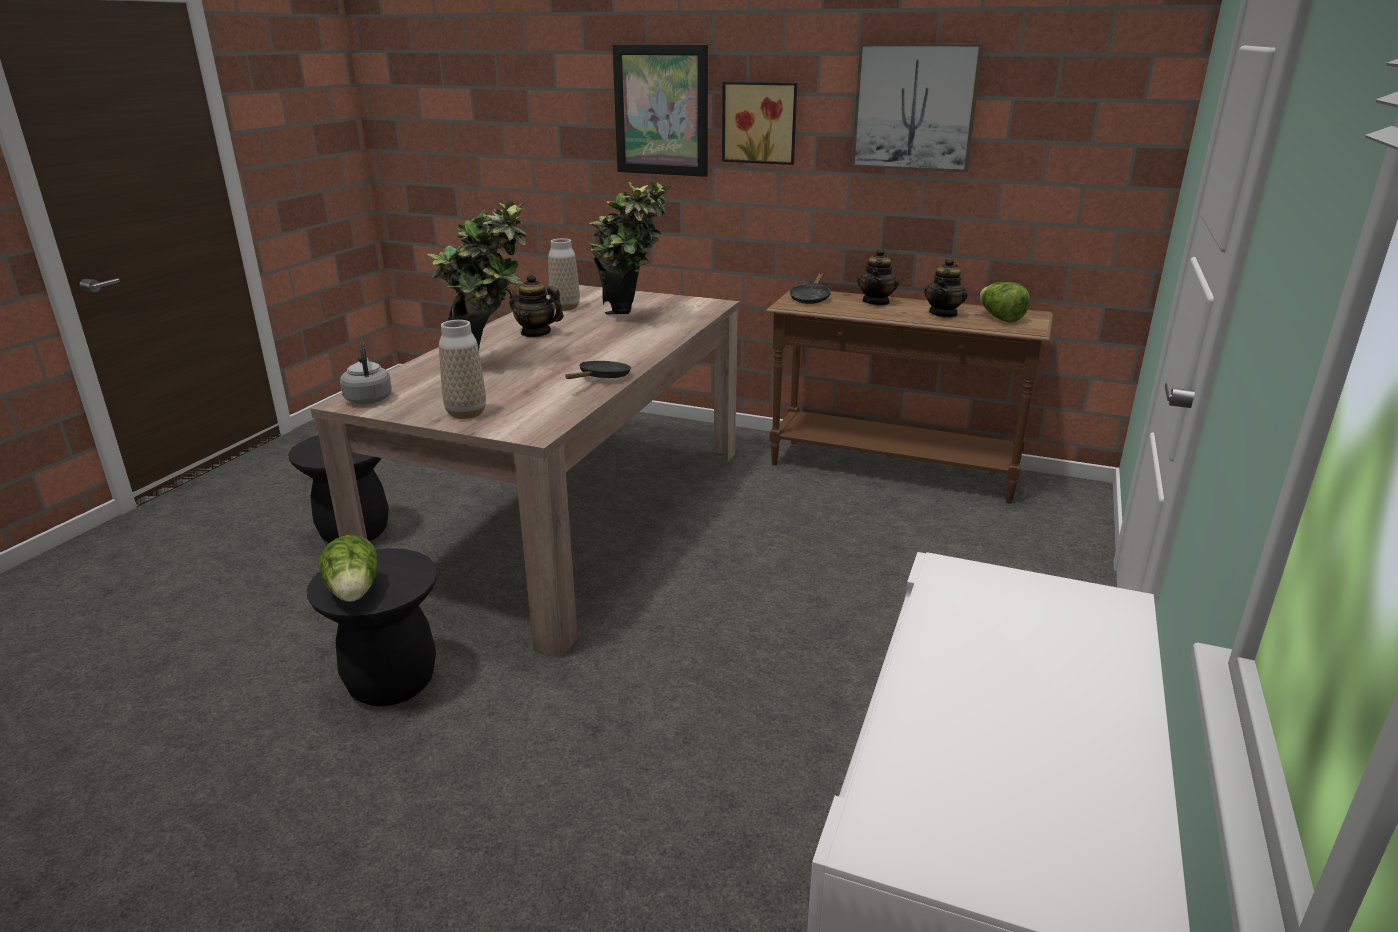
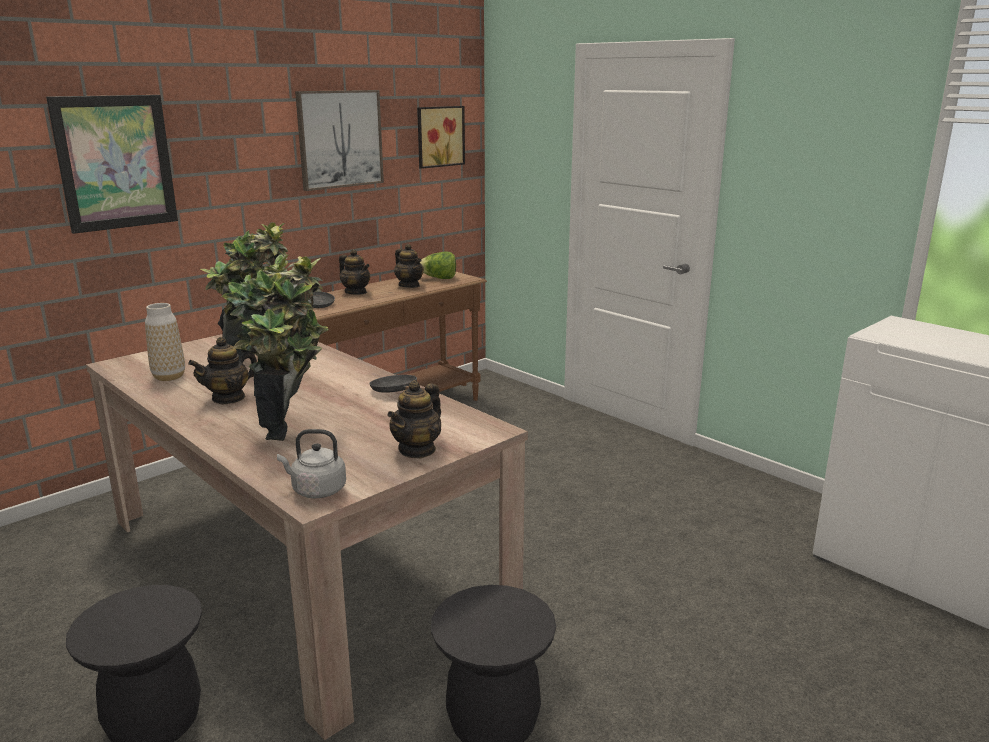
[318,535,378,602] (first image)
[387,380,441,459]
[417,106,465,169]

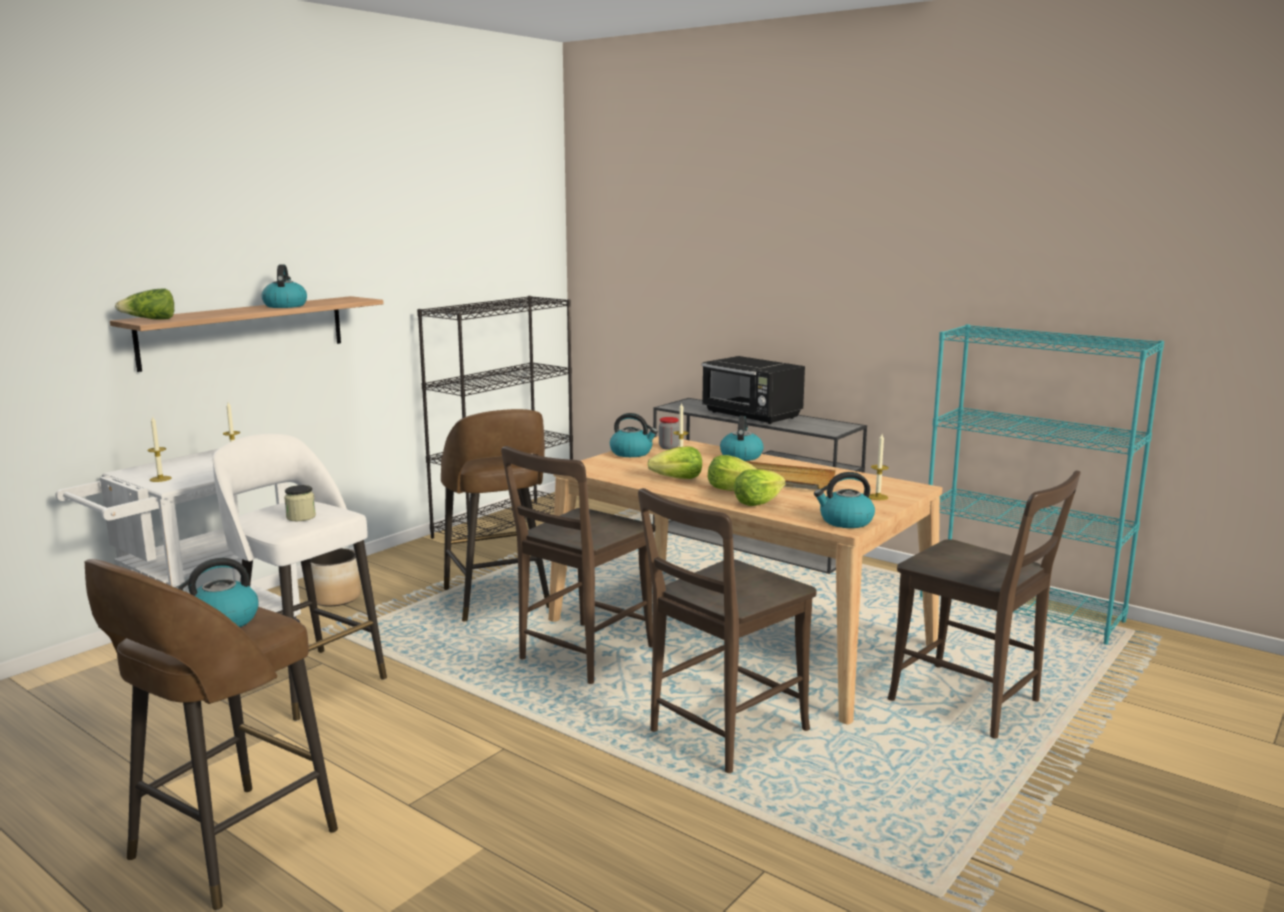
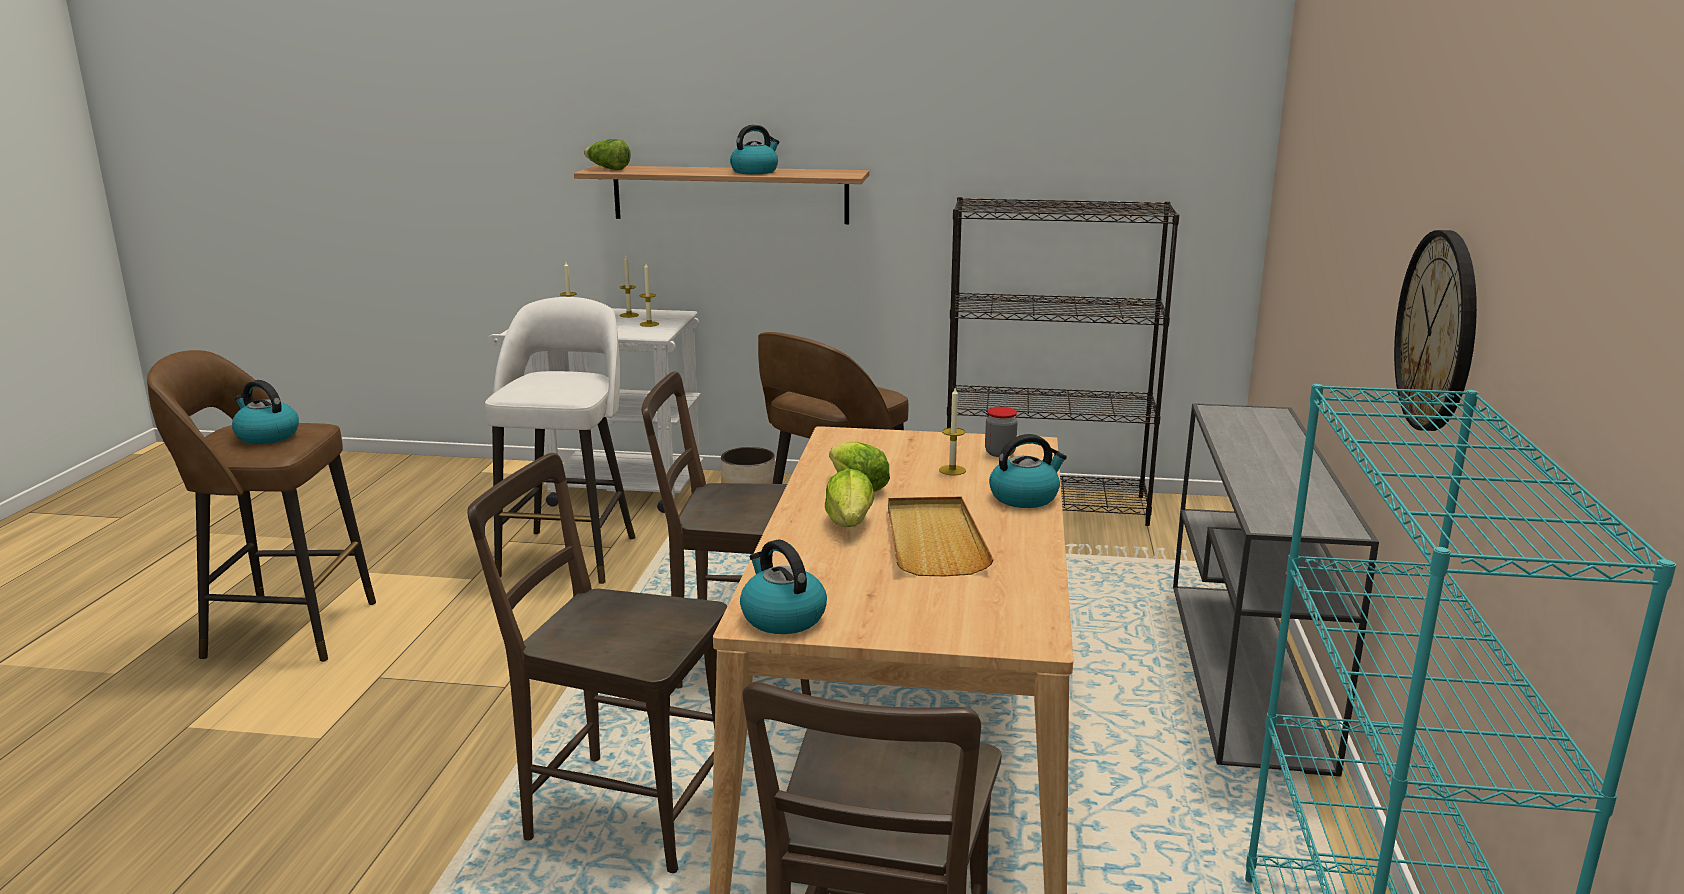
[284,485,316,521] (first image)
[610,413,658,457] (first image)
[702,356,805,424] (first image)
[734,469,786,506] (first image)
[620,256,639,318]
[1394,230,1477,431]

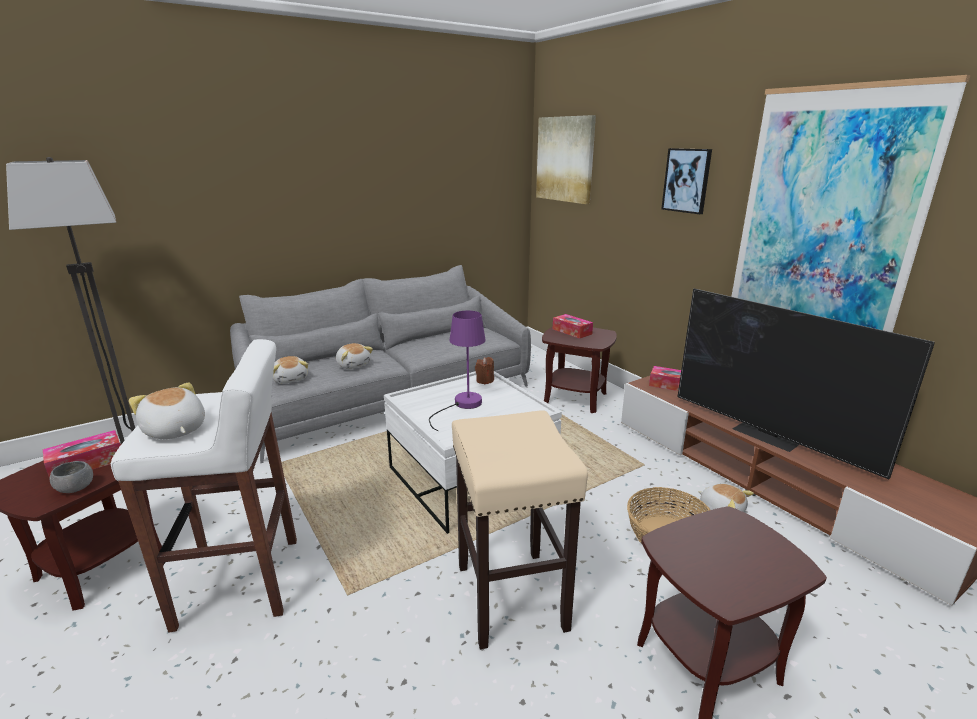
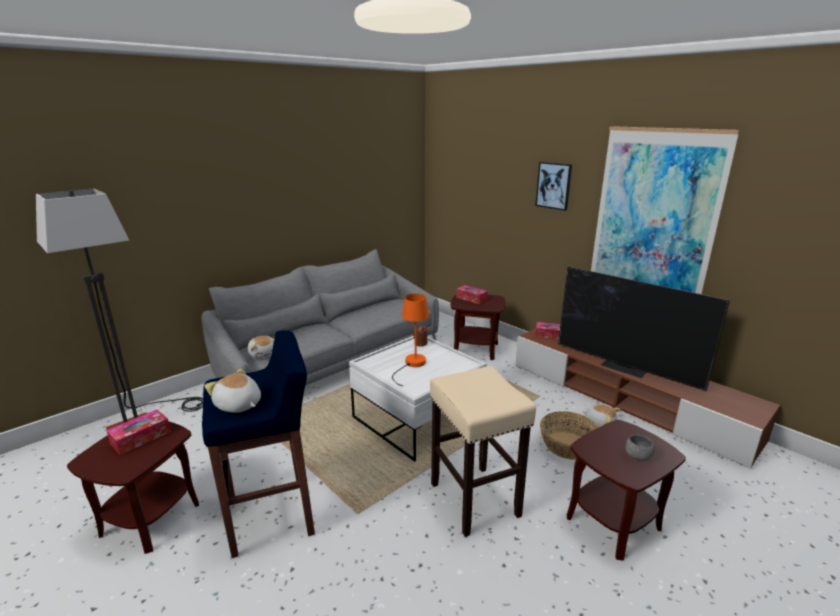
[626,435,655,461]
[202,330,315,558]
[336,343,373,369] (first image)
[392,294,429,386]
[536,115,596,204] (first image)

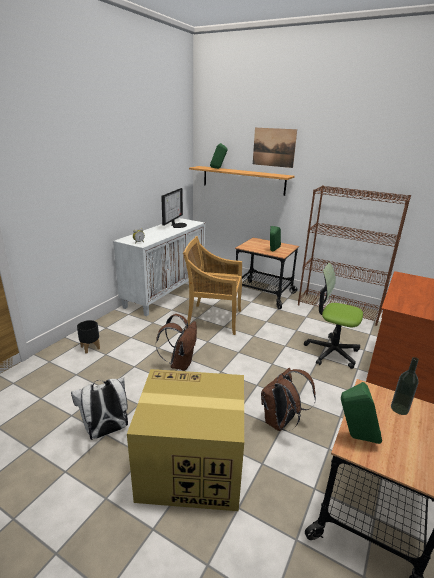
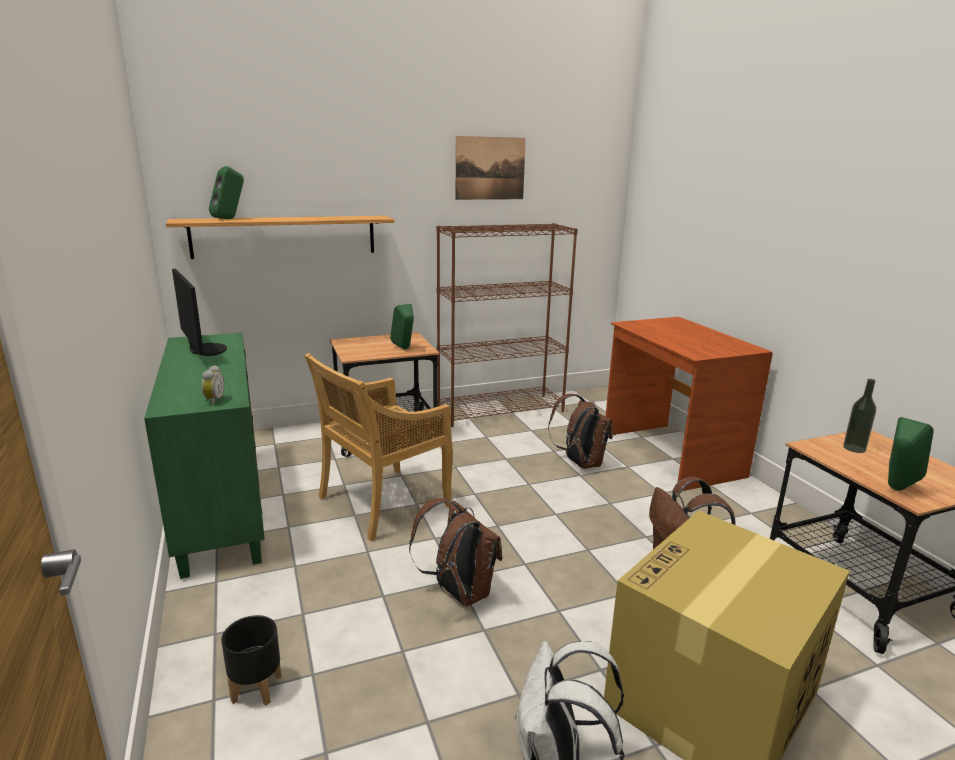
[144,333,265,579]
[455,136,526,200]
[548,394,613,469]

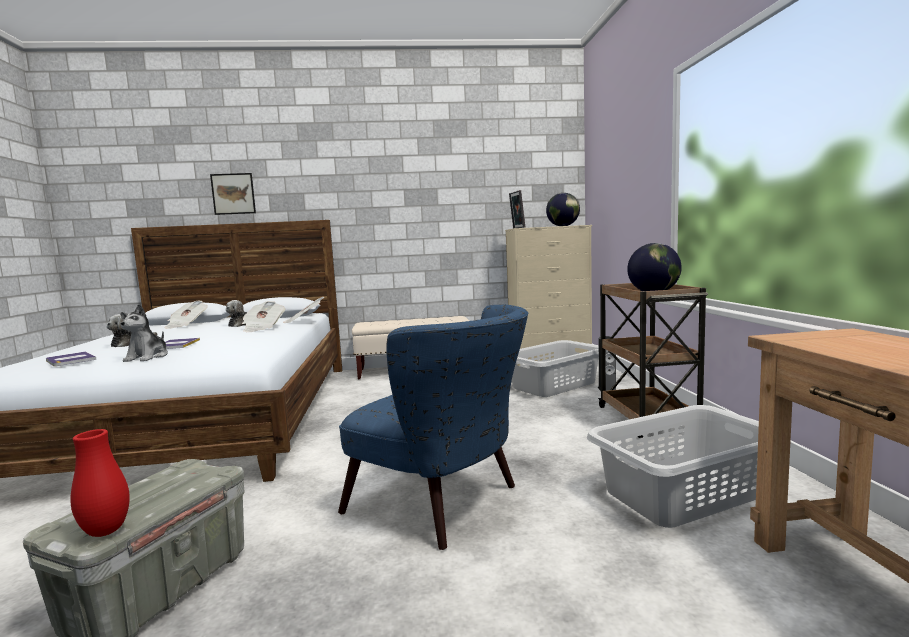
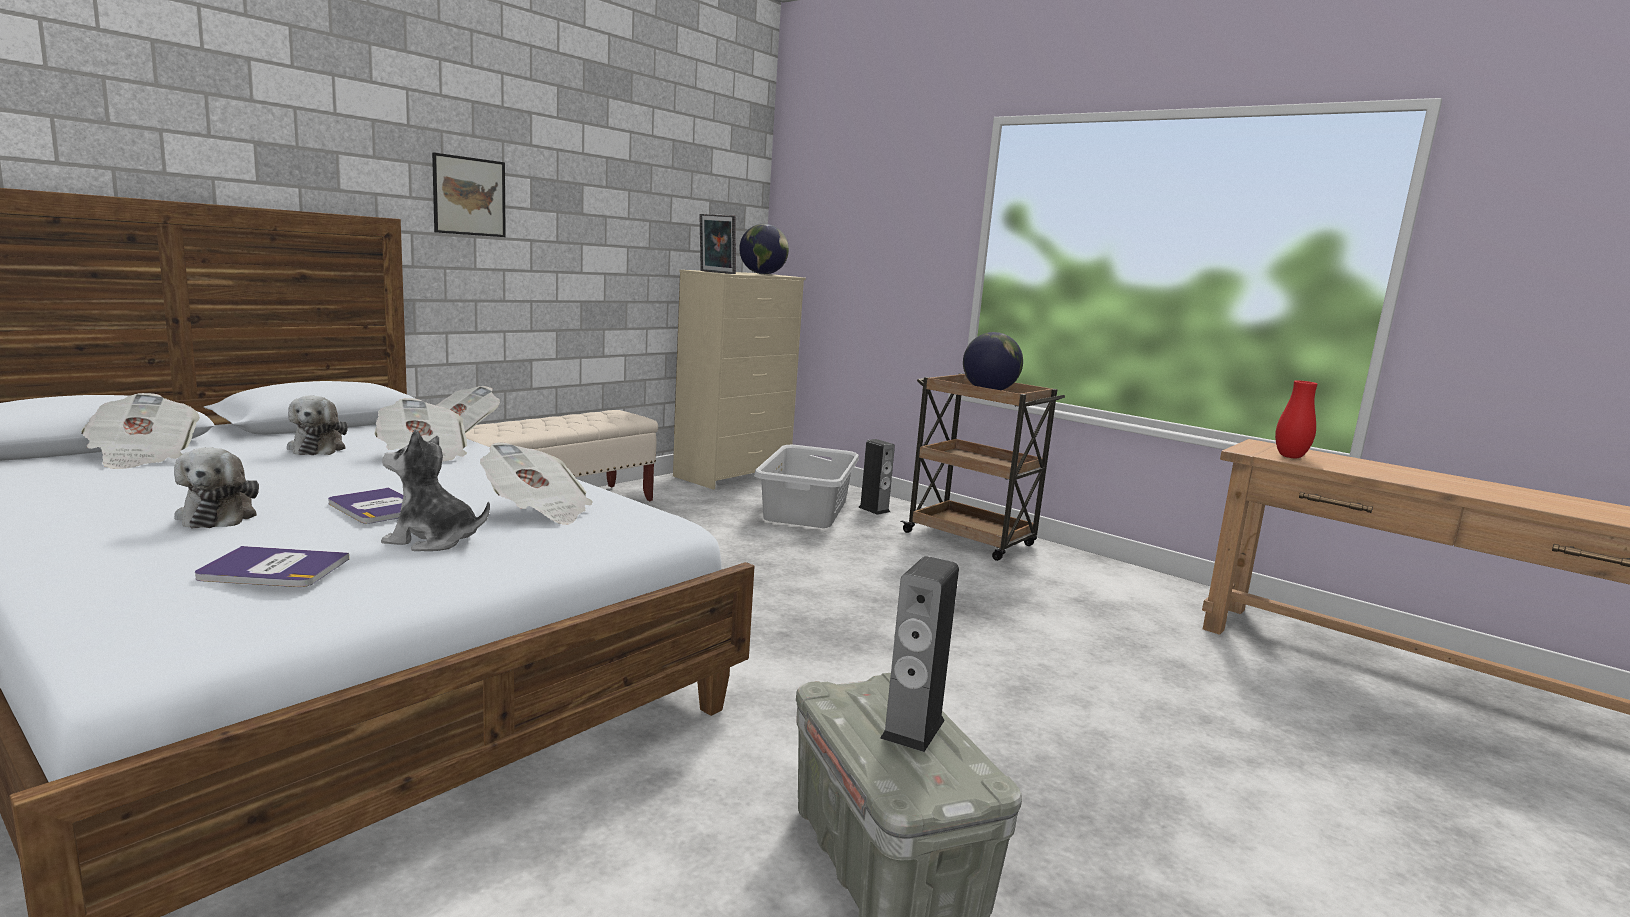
[1275,380,1318,458]
[381,429,490,551]
[432,152,506,237]
[338,305,529,550] (first image)
[587,405,759,528] (first image)
[480,442,593,525]
[880,556,959,752]

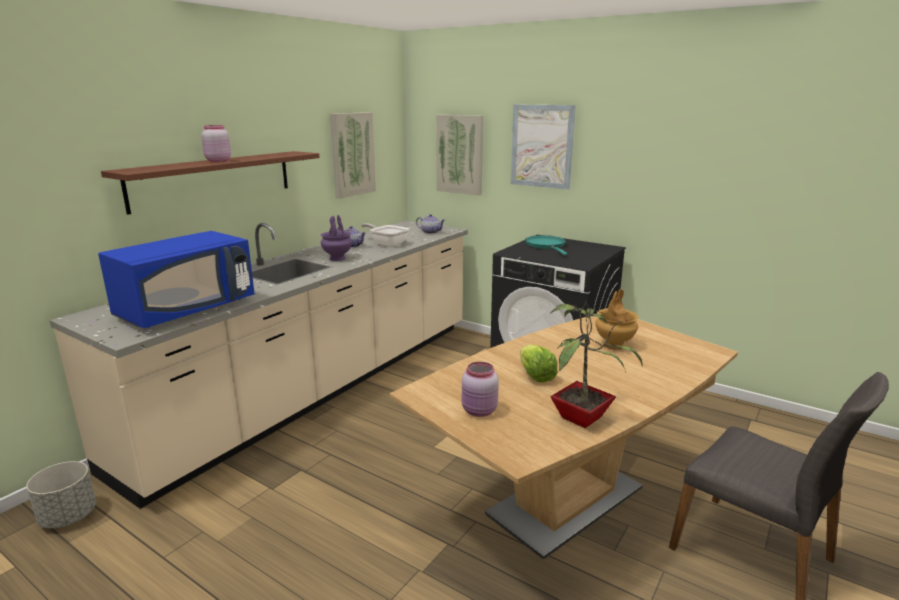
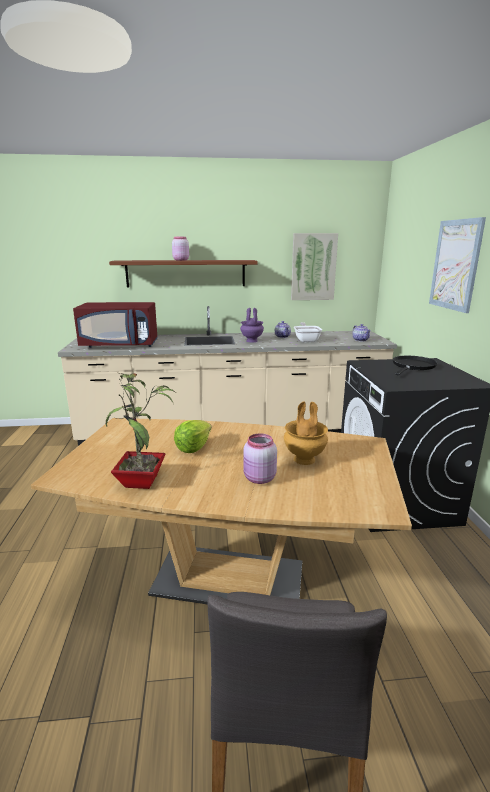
[26,461,96,528] (first image)
[73,302,158,348]
[436,115,483,195] (first image)
[243,433,277,484]
[393,356,438,375]

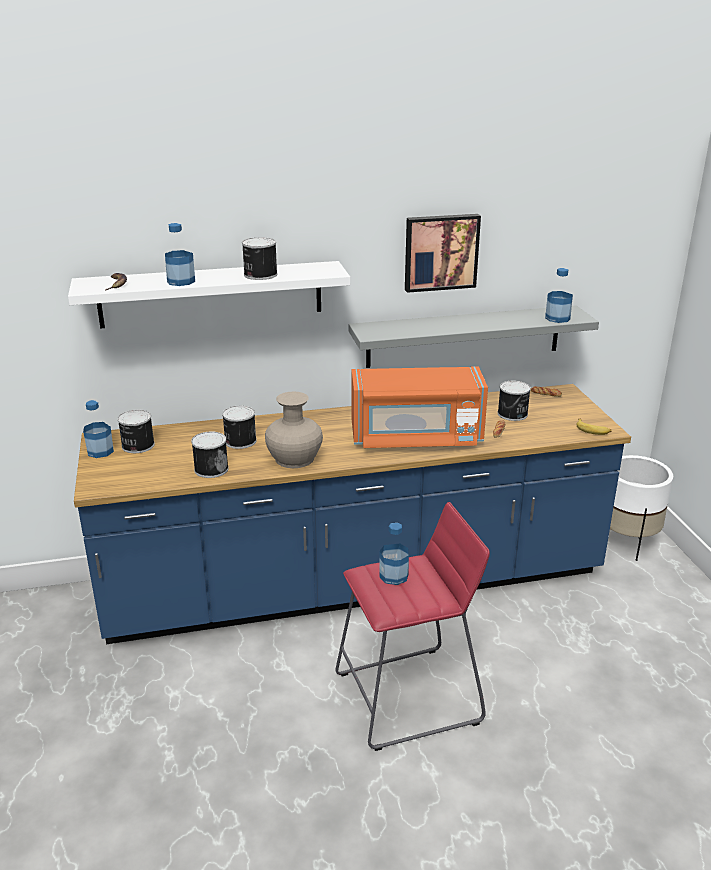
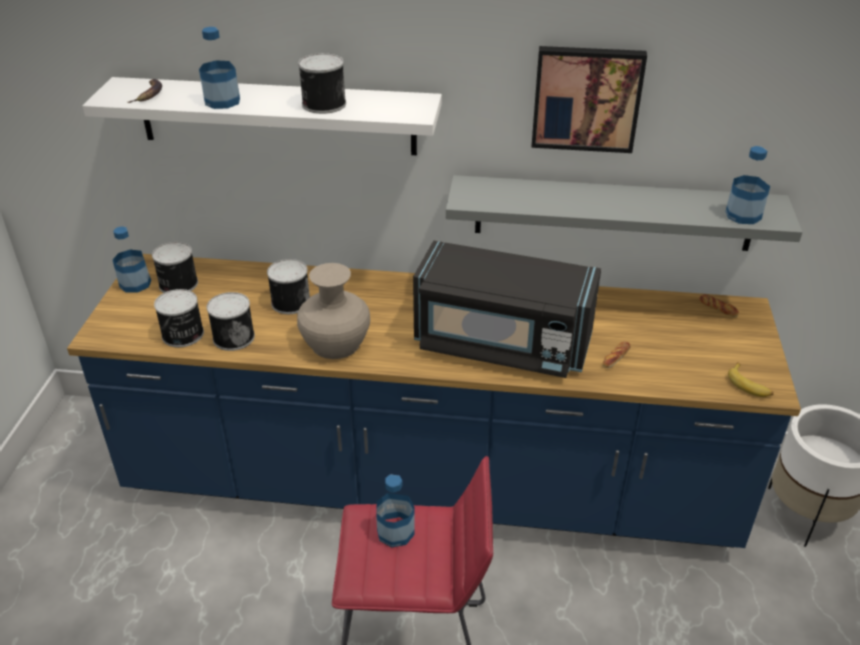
[413,241,601,378]
[154,289,204,347]

